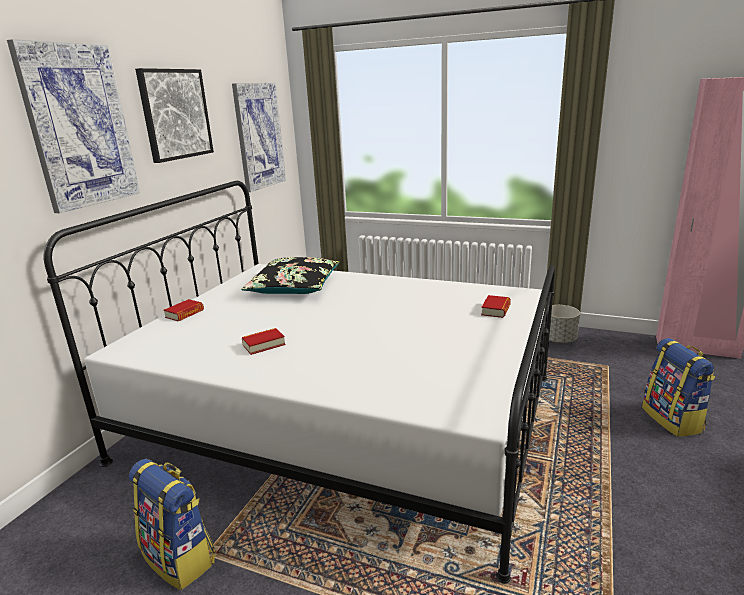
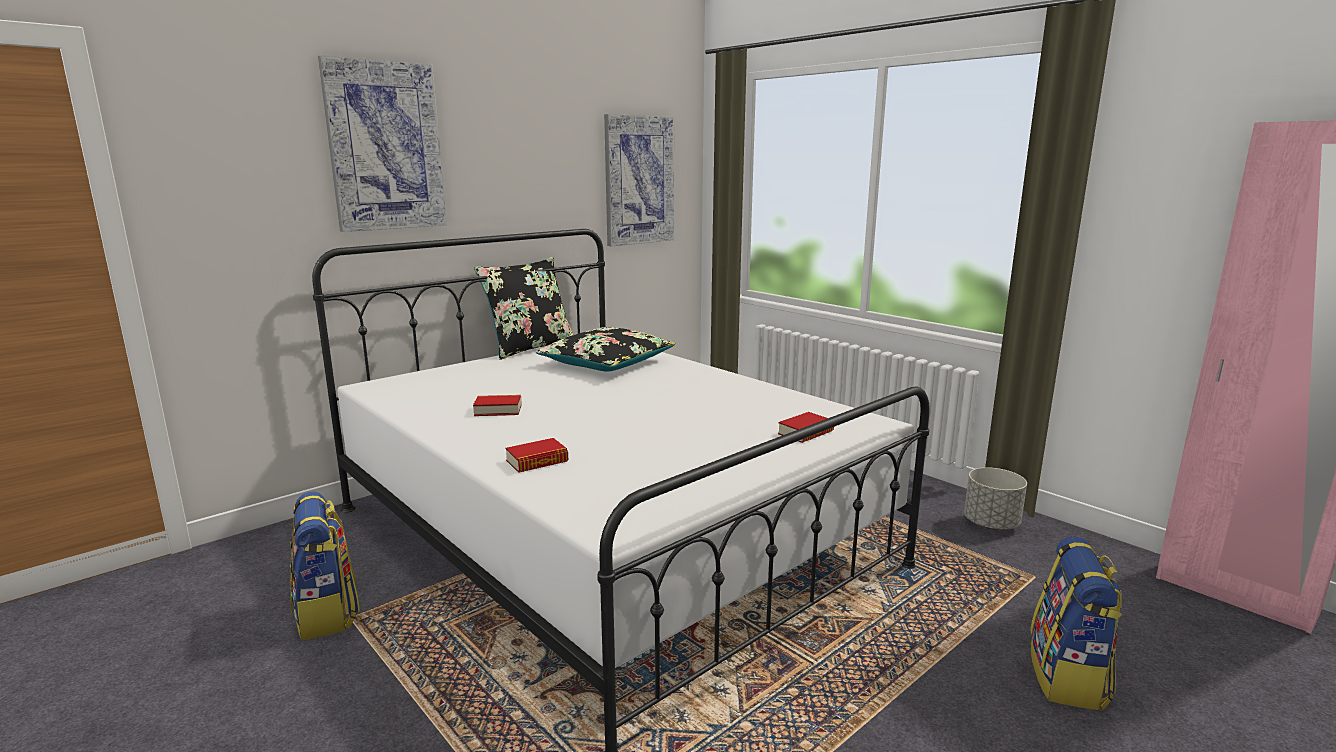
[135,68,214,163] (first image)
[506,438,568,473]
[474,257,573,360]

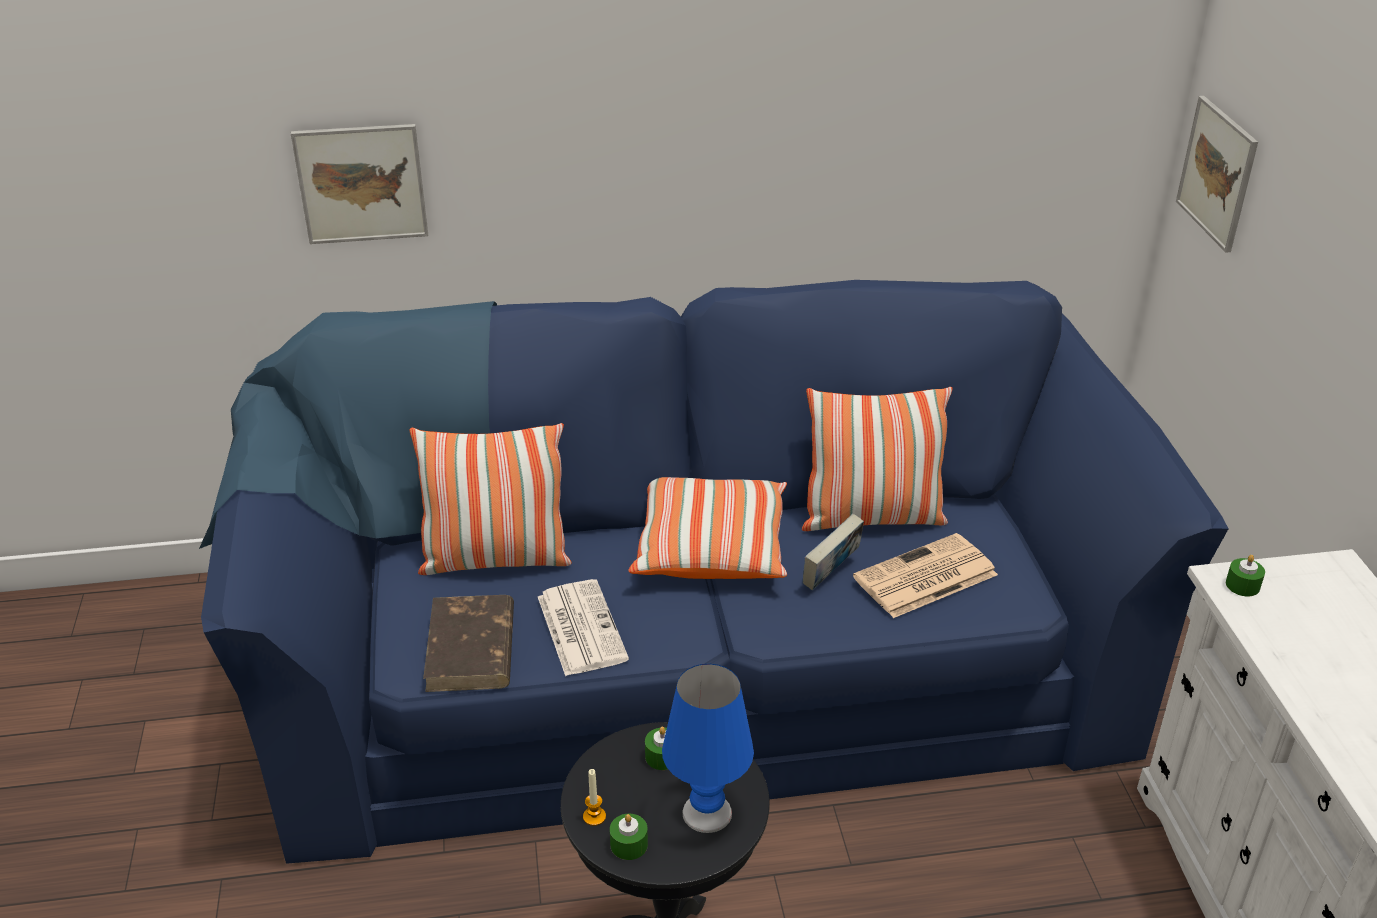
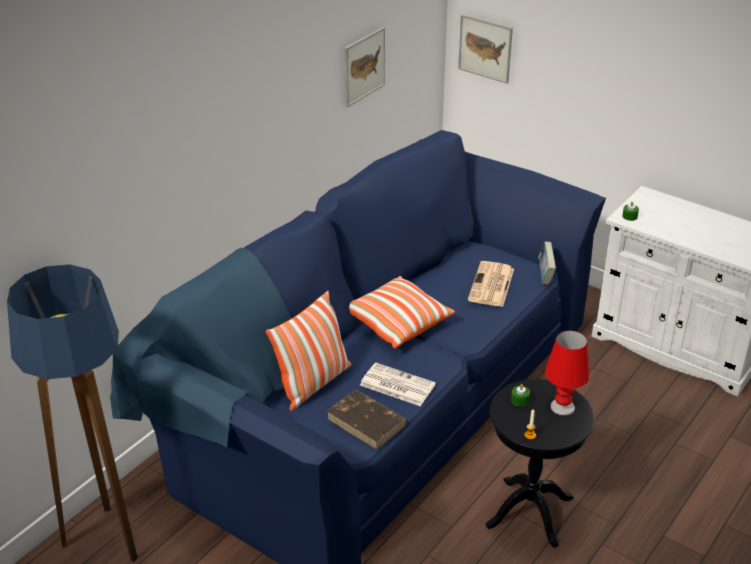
[344,27,385,107]
[610,814,648,860] (first image)
[545,330,589,416]
[802,387,953,531] (first image)
[538,241,556,285]
[7,264,138,562]

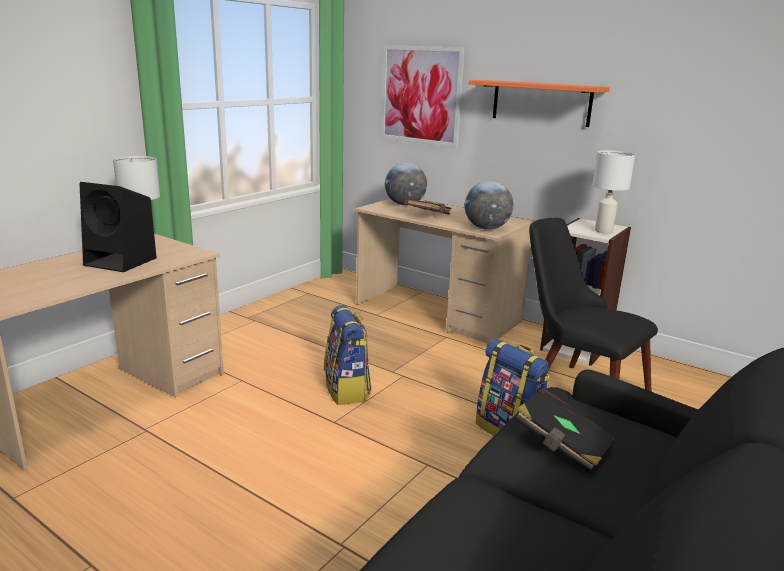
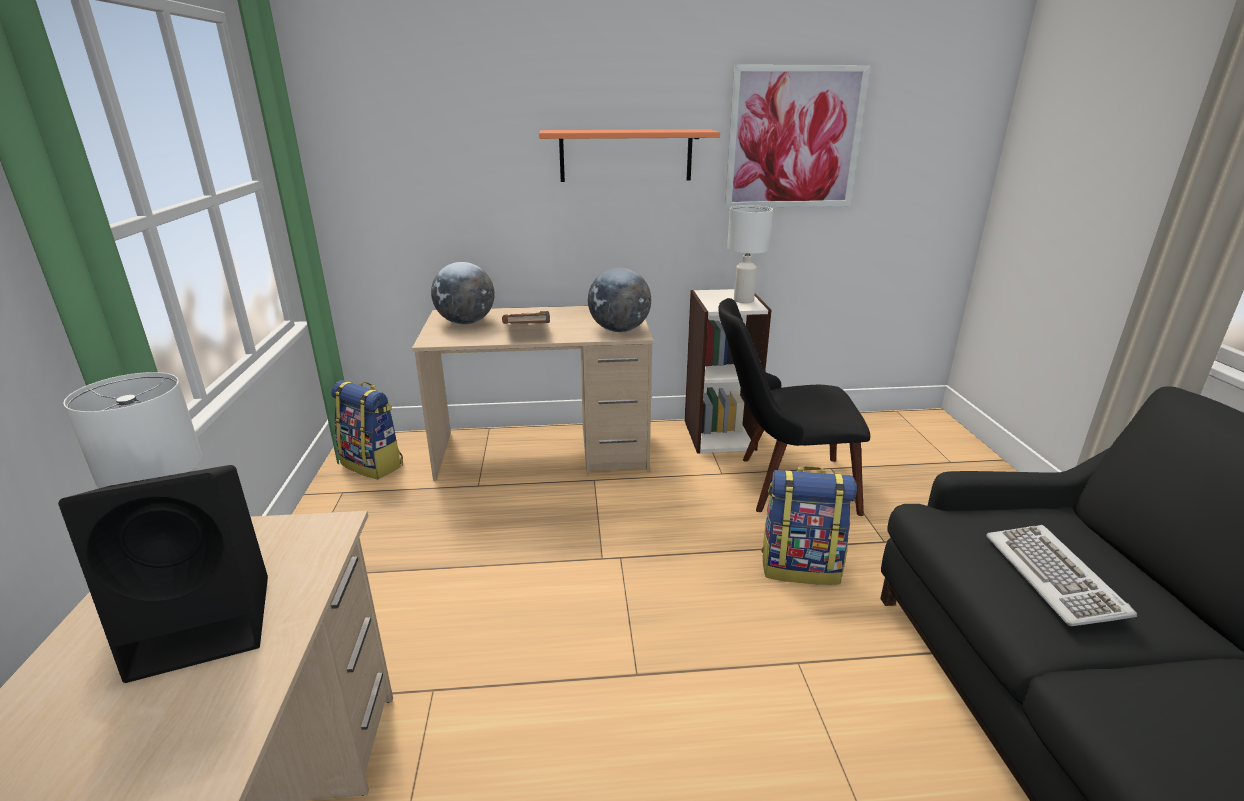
[331,380,403,479]
[725,65,870,208]
[986,525,1137,626]

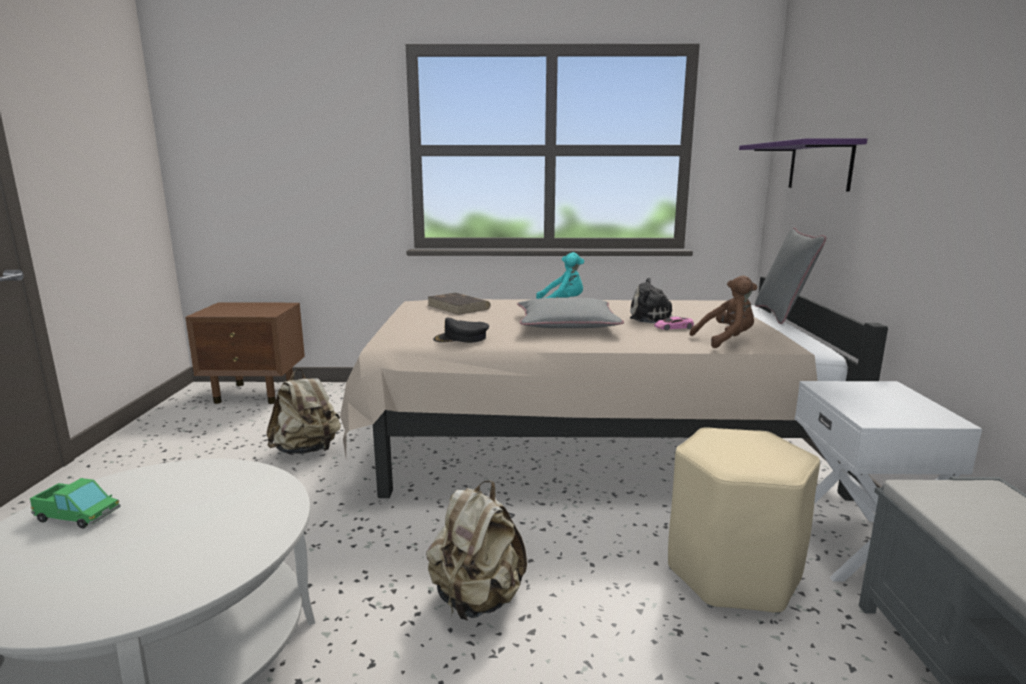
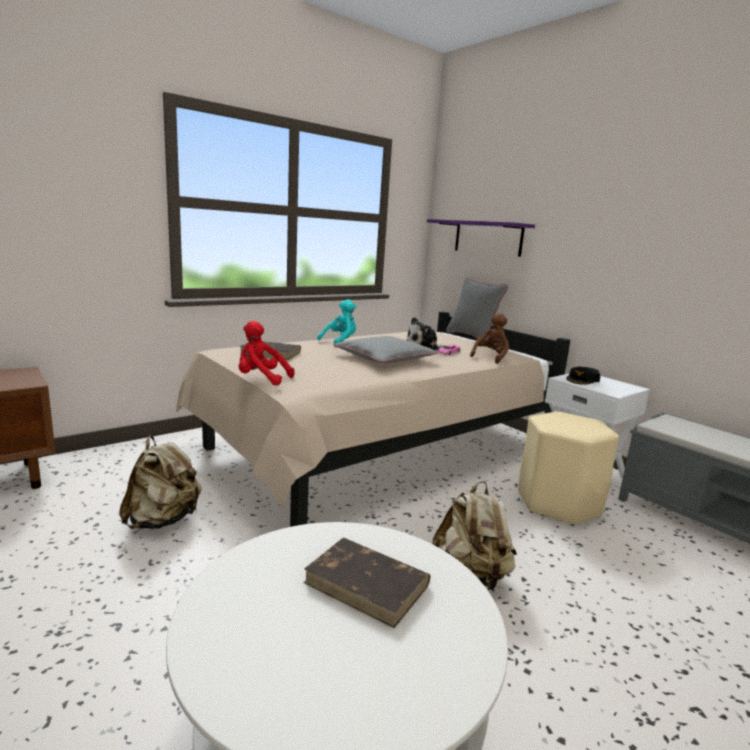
[30,478,121,528] (first image)
[566,366,600,385]
[239,321,295,385]
[304,538,430,628]

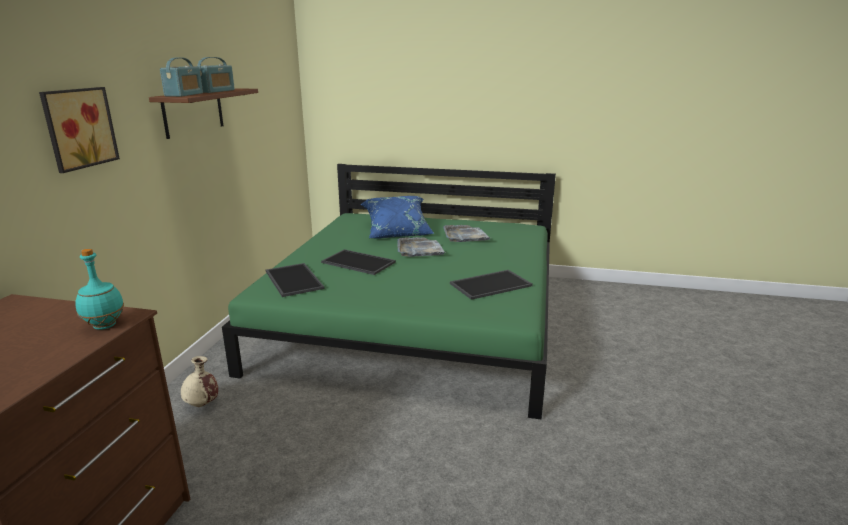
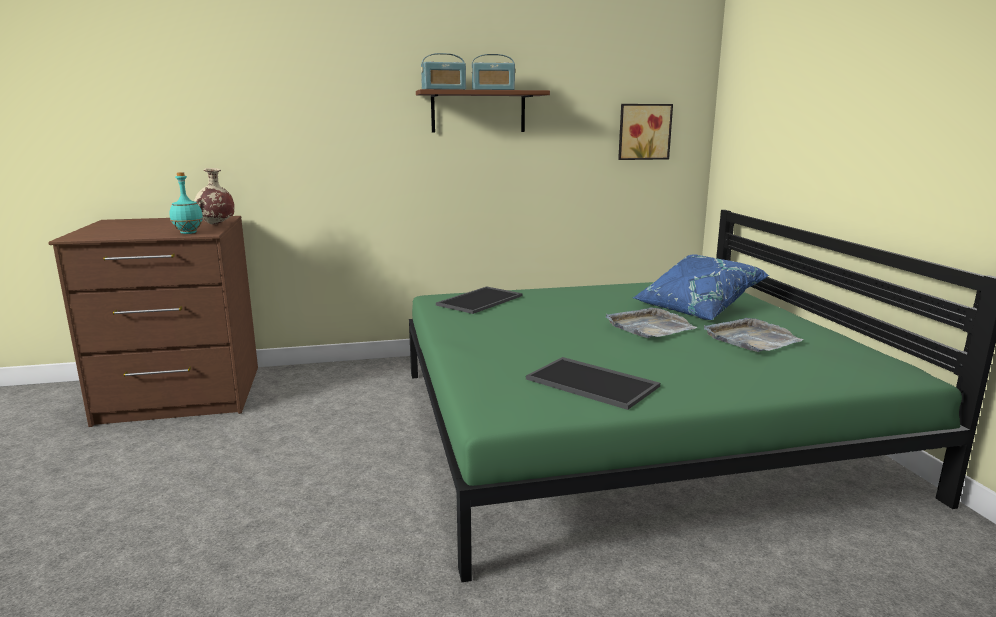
[618,104,673,160]
[194,168,235,225]
[321,249,396,275] (first image)

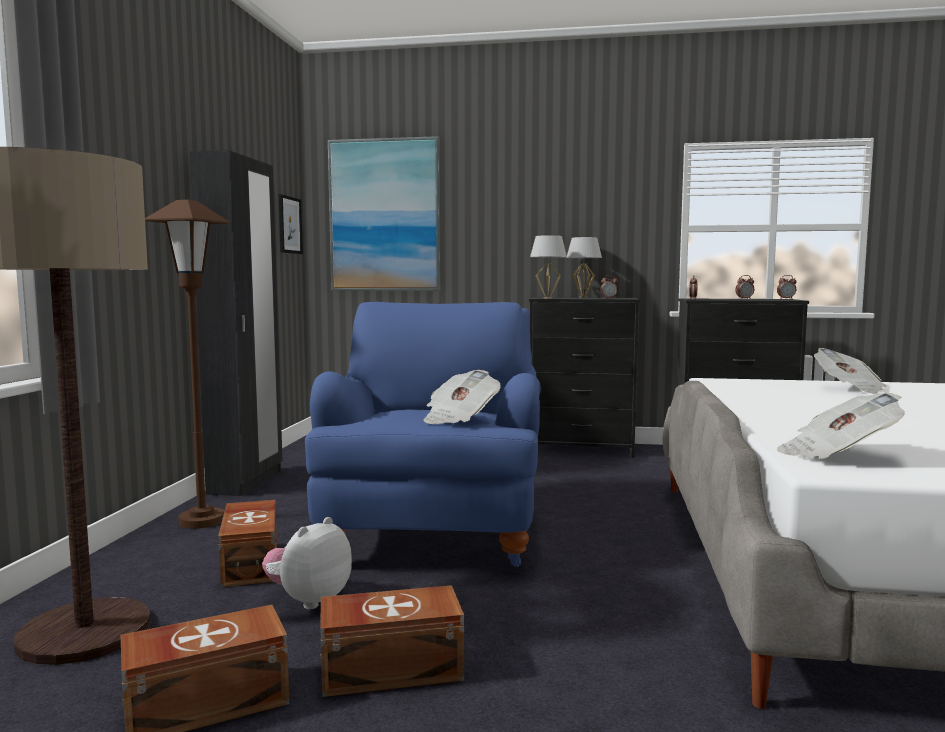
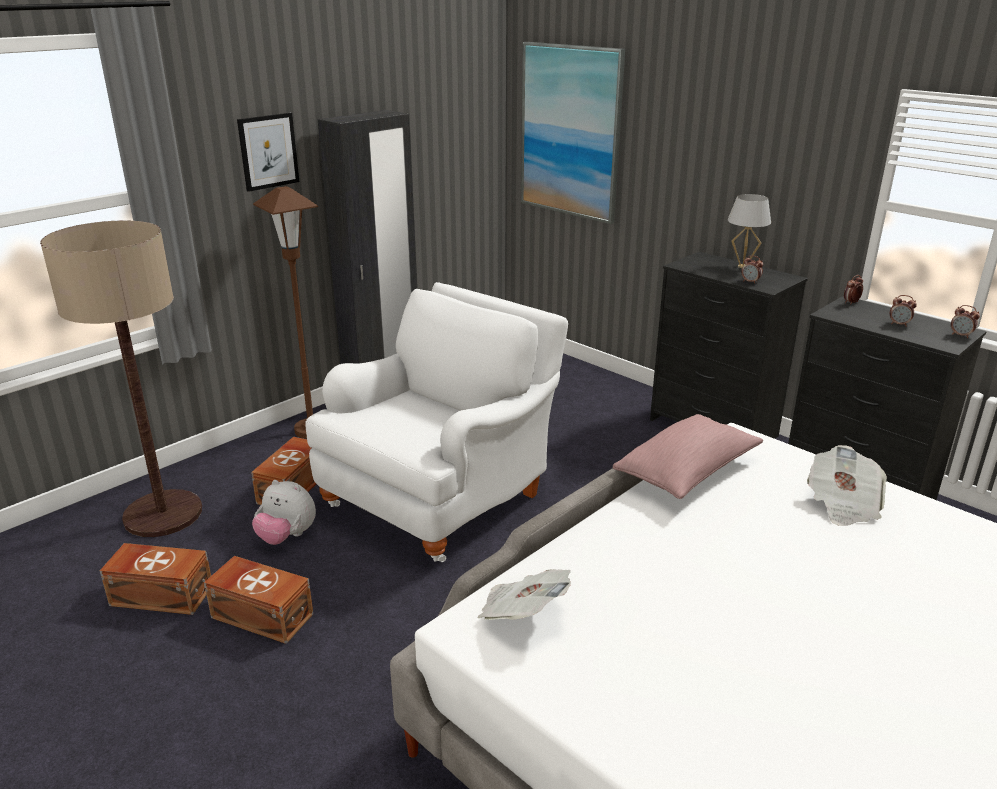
[252,480,316,545]
[237,113,299,192]
[306,282,568,562]
[423,370,501,424] (first image)
[530,235,567,299] (first image)
[612,414,763,499]

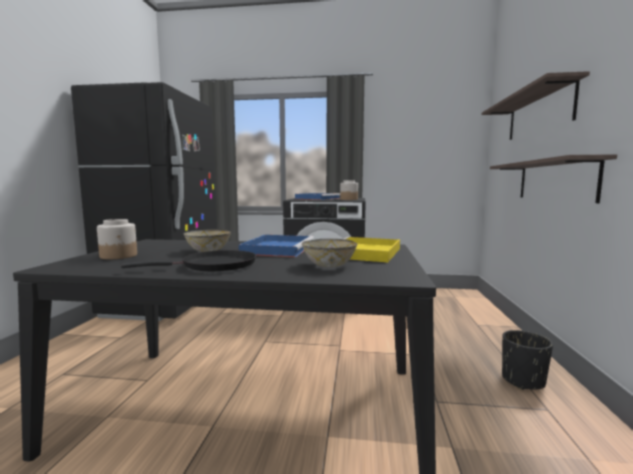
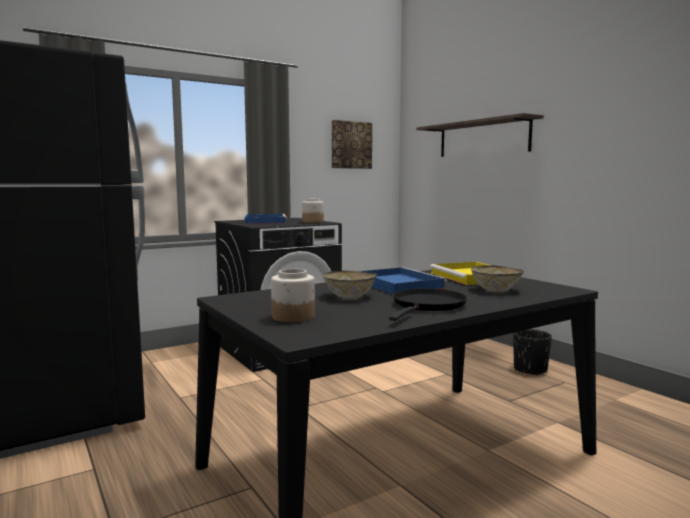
[490,154,617,203] (first image)
[332,120,372,169]

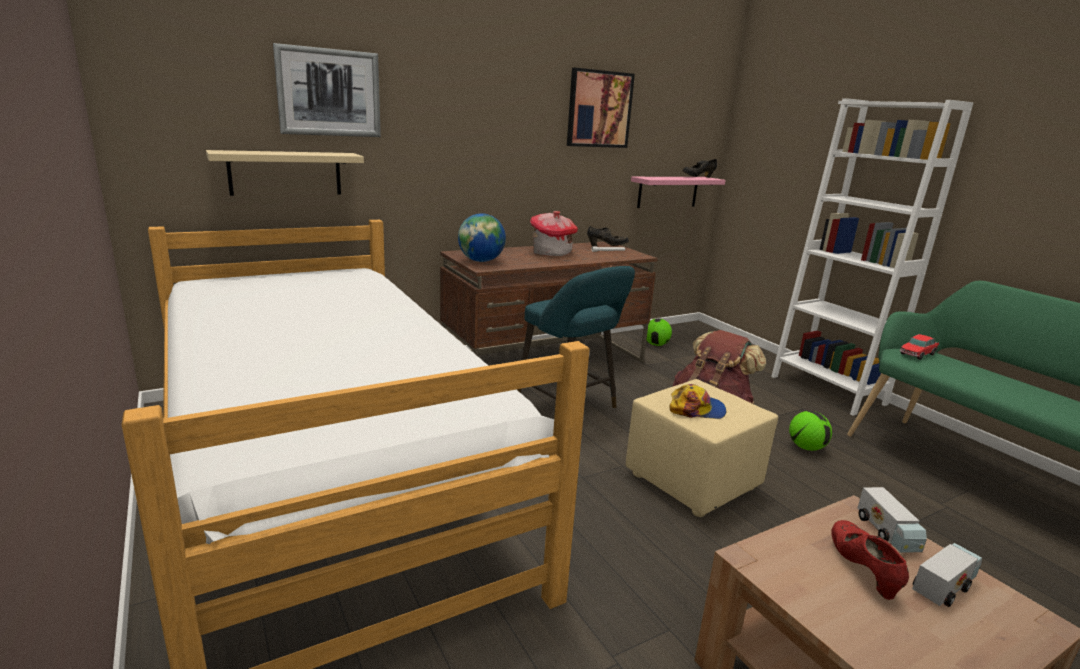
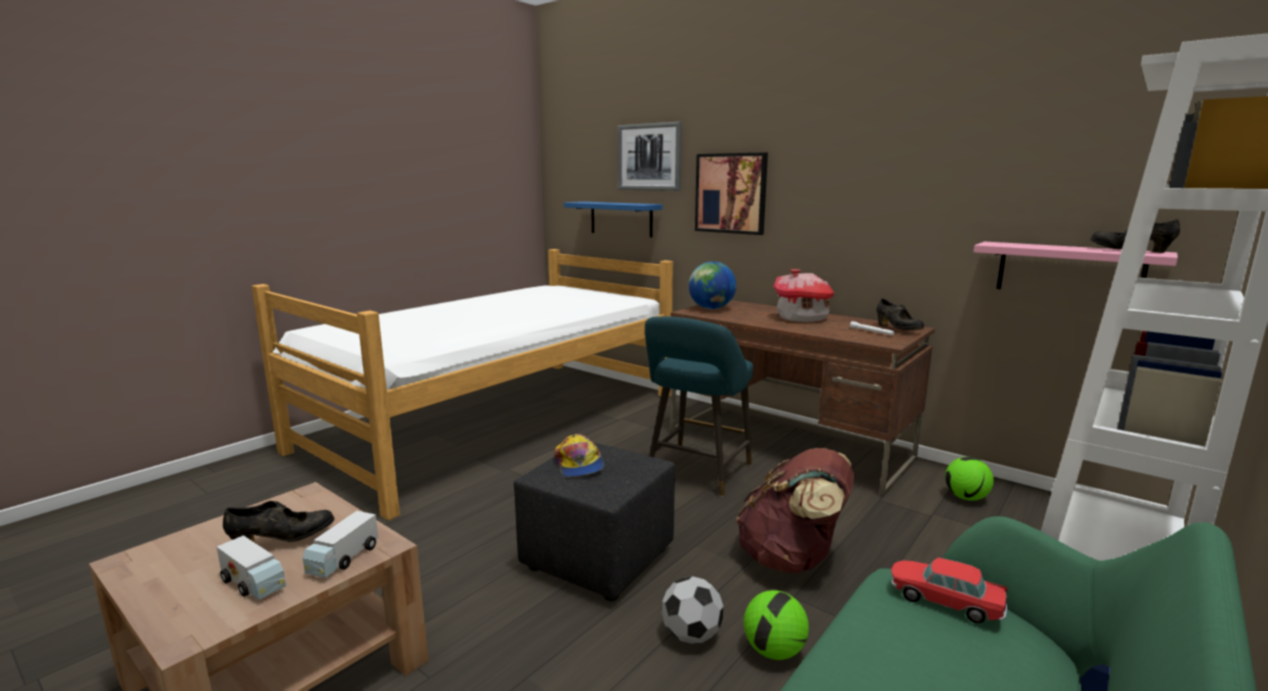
[564,202,663,237]
[695,152,768,235]
[514,442,675,601]
[223,501,334,543]
[303,511,378,578]
[662,576,724,644]

